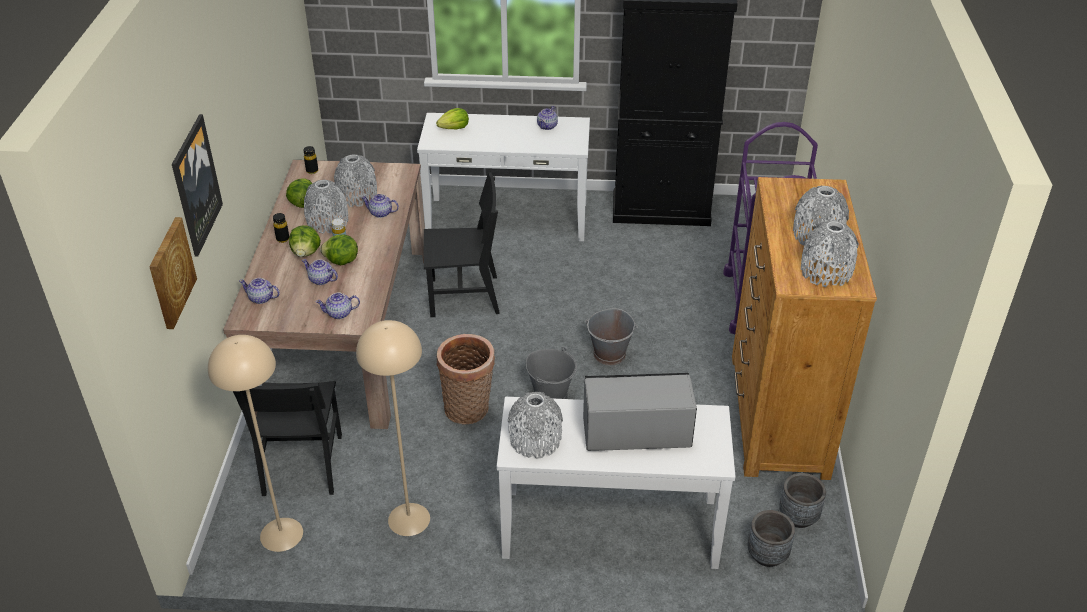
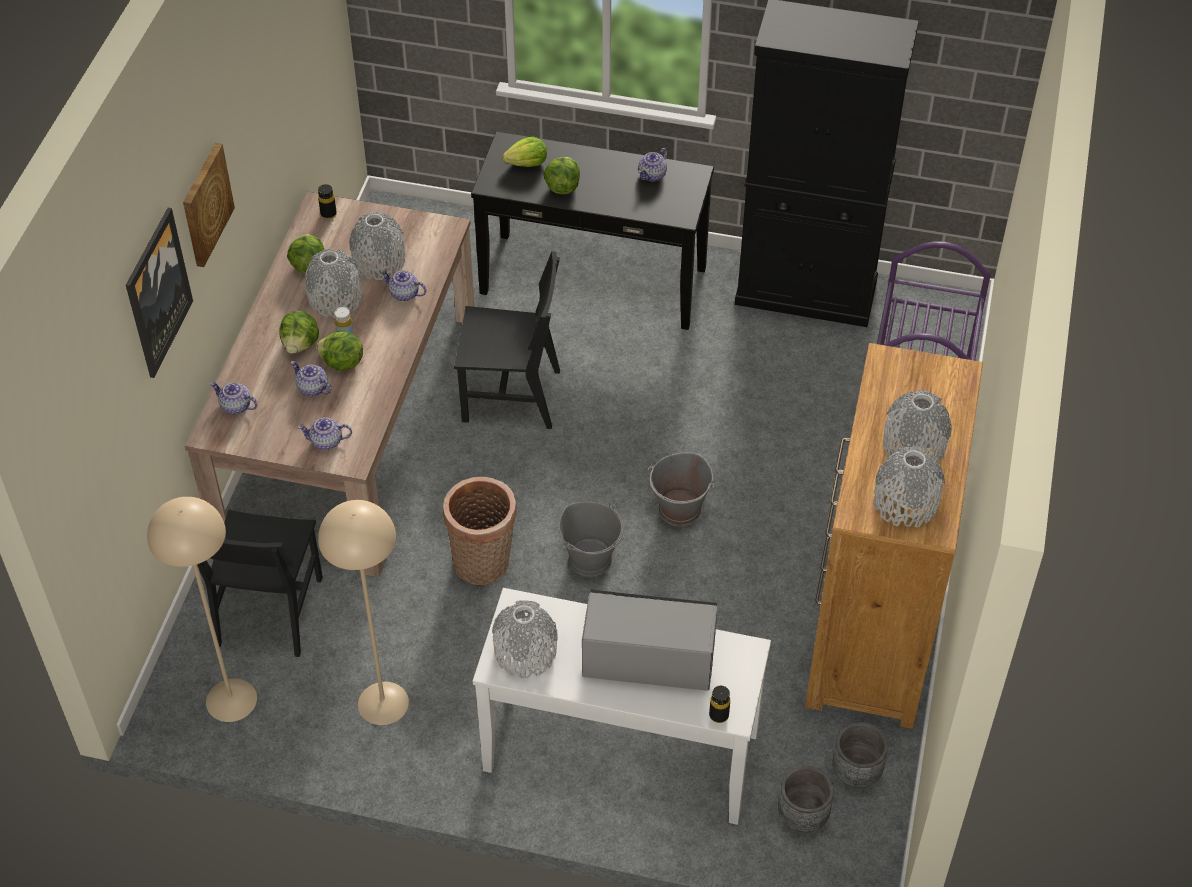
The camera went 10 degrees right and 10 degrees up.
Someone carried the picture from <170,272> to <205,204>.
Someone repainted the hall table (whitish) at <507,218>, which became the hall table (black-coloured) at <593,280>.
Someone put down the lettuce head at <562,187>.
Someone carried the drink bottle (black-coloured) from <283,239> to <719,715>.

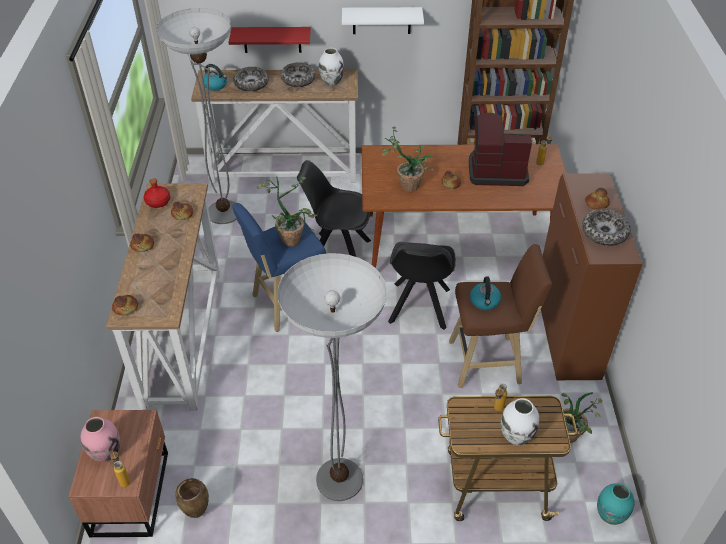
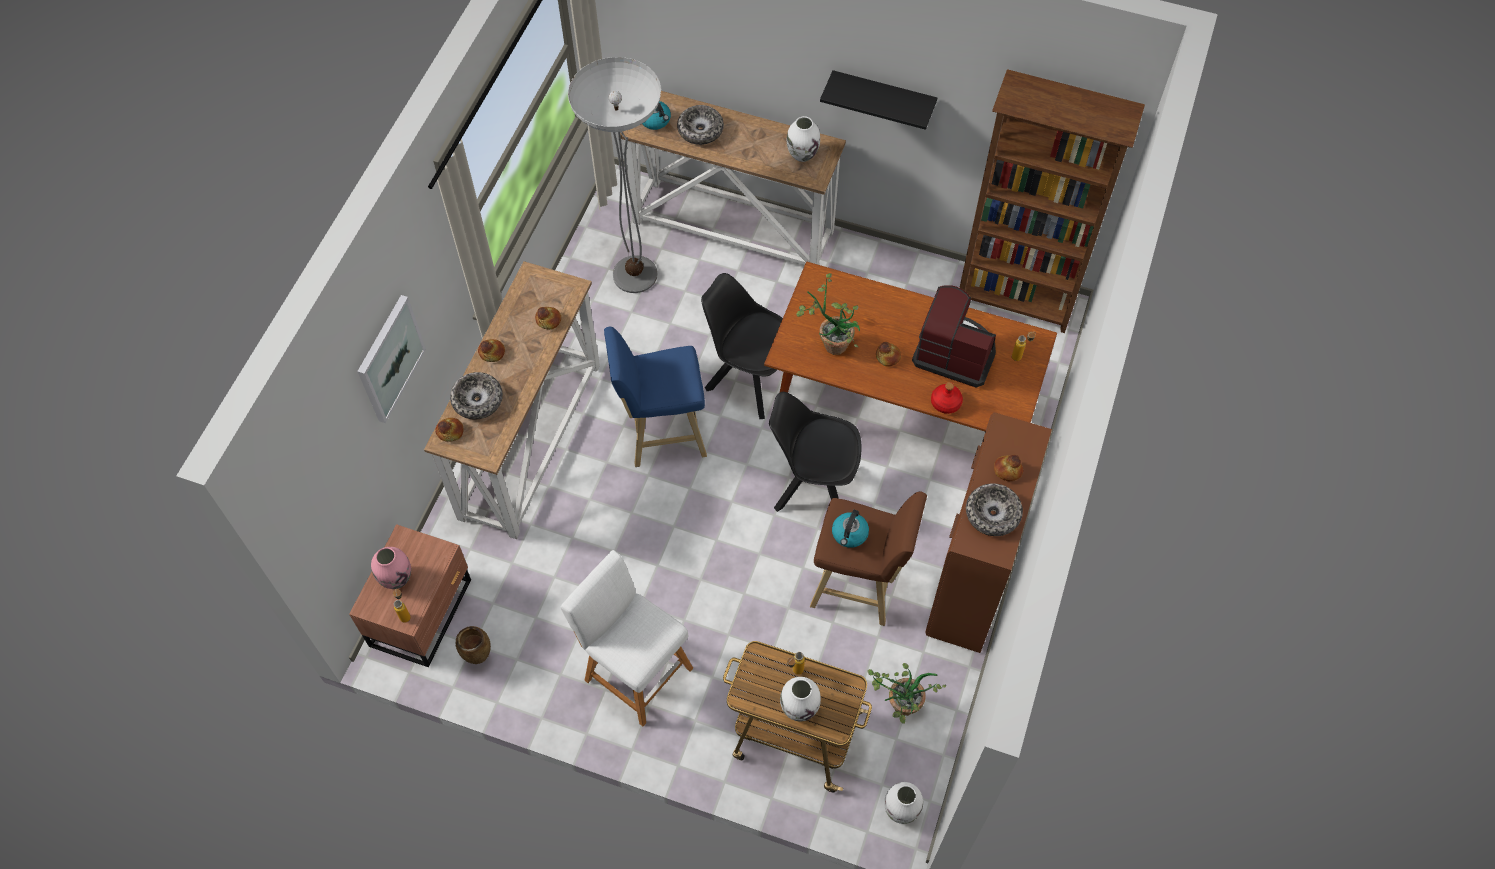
The camera went 20 degrees right and 15 degrees up.
Someone put up the picture at <389,358>.
Someone carried the deep dish from <298,79> to <477,400>.
Someone swapped the standing lamp at <339,479> for the stool seat (whitish) at <634,670>.
Someone rotated the chair (black-coloured) at <419,307> by 75 degrees clockwise.
Someone repainted the wall shelf (whitish) at <381,20>, which became the wall shelf (black-coloured) at <883,97>.
Someone repainted the decorative vase (turquoise) at <610,515>, which became the decorative vase (whitish) at <901,810>.
Someone carried the drink bottle (reddish) from <158,202> to <946,403>.
Someone took away the wall shelf (reddish) at <272,39>.
Someone took away the houseplant at <291,236>.

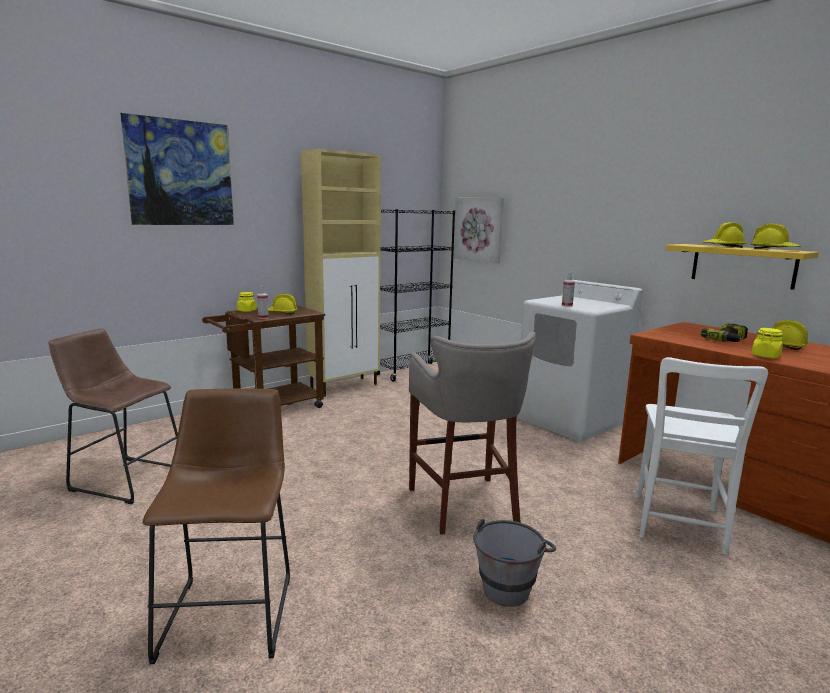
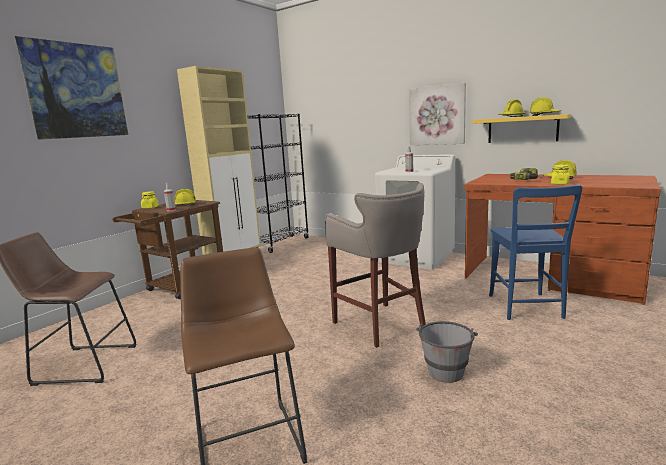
The camera went 15 degrees left and 0 degrees up.
Someone carried the picture from <479,229> to <437,115>.
Someone repainted the chair (whitish) at <678,526>, which became the chair (blue-coloured) at <526,308>.

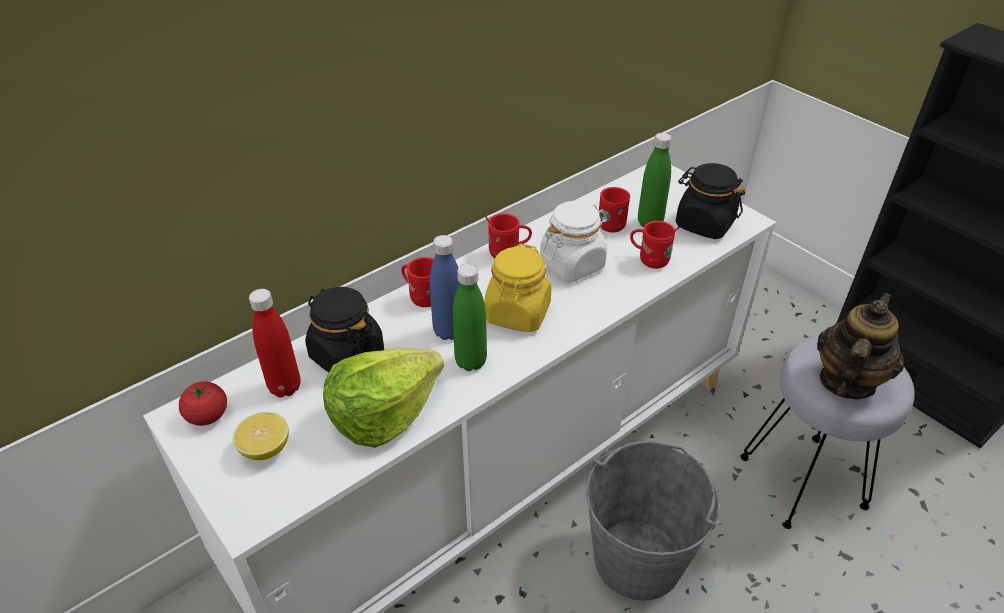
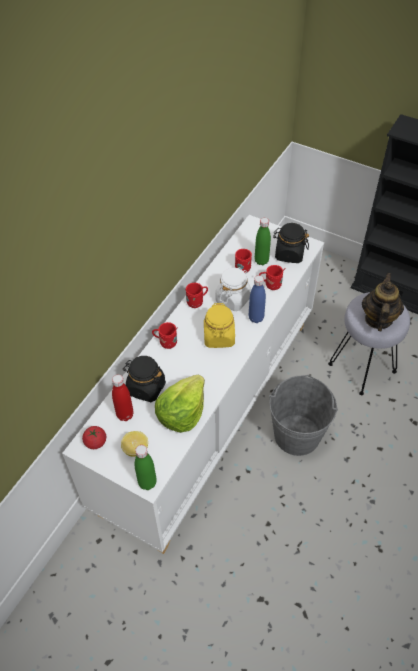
The camera went 20 degrees left and 10 degrees up.
Someone carried the drink bottle (green-coloured) from <471,361> to <147,483>.
Someone carried the drink bottle (blue-coloured) from <448,331> to <256,318>.

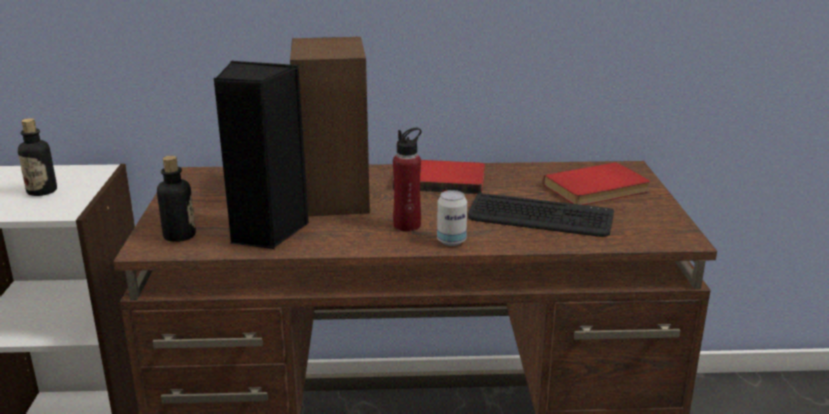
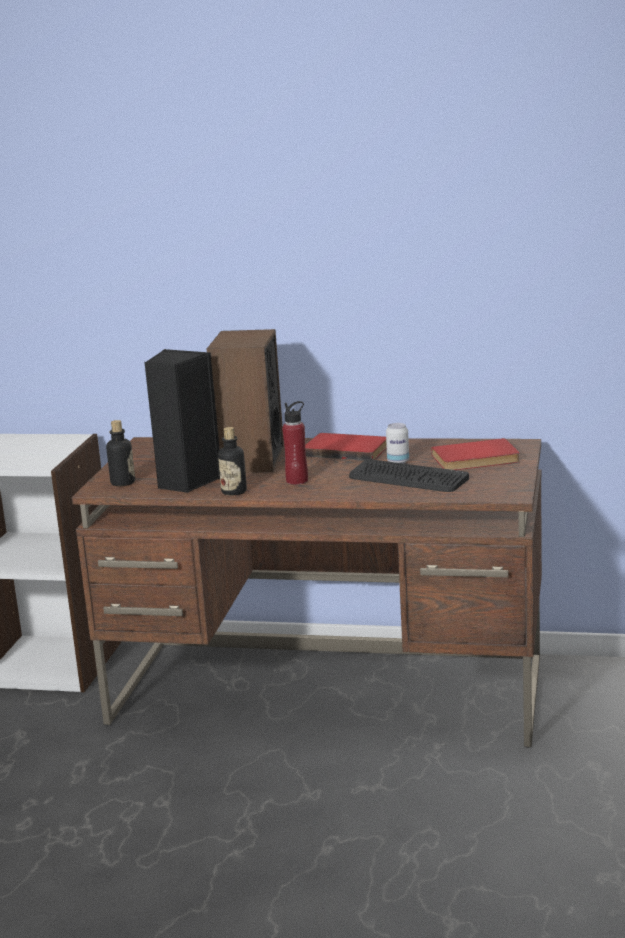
The camera went 15 degrees right and 5 degrees down.
Someone carried the drink bottle from <42,191> to <234,491>.
Someone carried the sealed can from <451,241> to <398,462>.

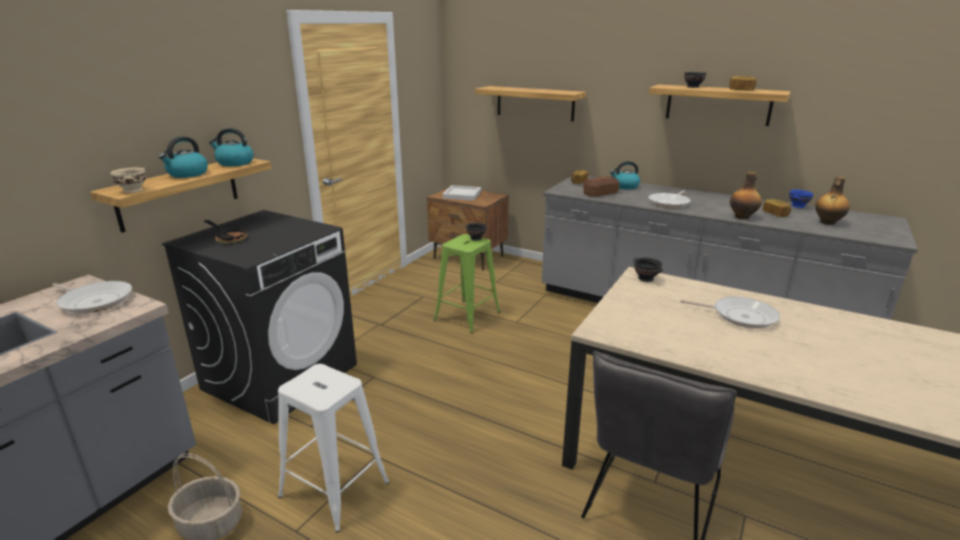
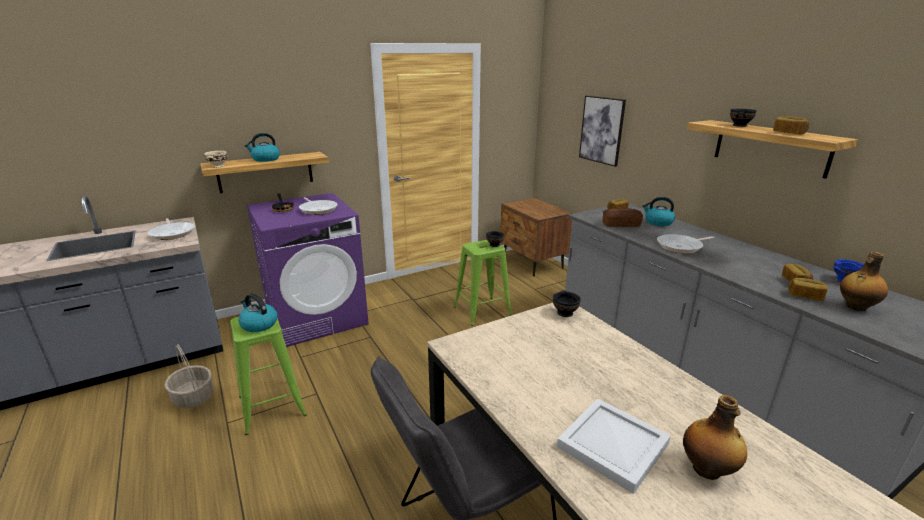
The camera went 30 degrees right and 0 degrees up.
Someone repainted the stool seat (whitish) at <335,490>, which became the stool seat (green-coloured) at <271,406>.
Someone carried the kettle from <234,163> to <258,324>.
Someone repainted the washing machine (black-coloured) at <281,376>, which became the washing machine (purple-coloured) at <317,317>.
Someone carried the frying pan from <740,316> to <318,209>.
Someone carried the serving tray (whitish) from <462,195> to <613,447>.
Someone swapped the wall shelf at <535,103> for the picture at <602,130>.
Someone carried the drink bottle from <742,217> to <707,470>.
Someone put down the baked bread at <805,296>.

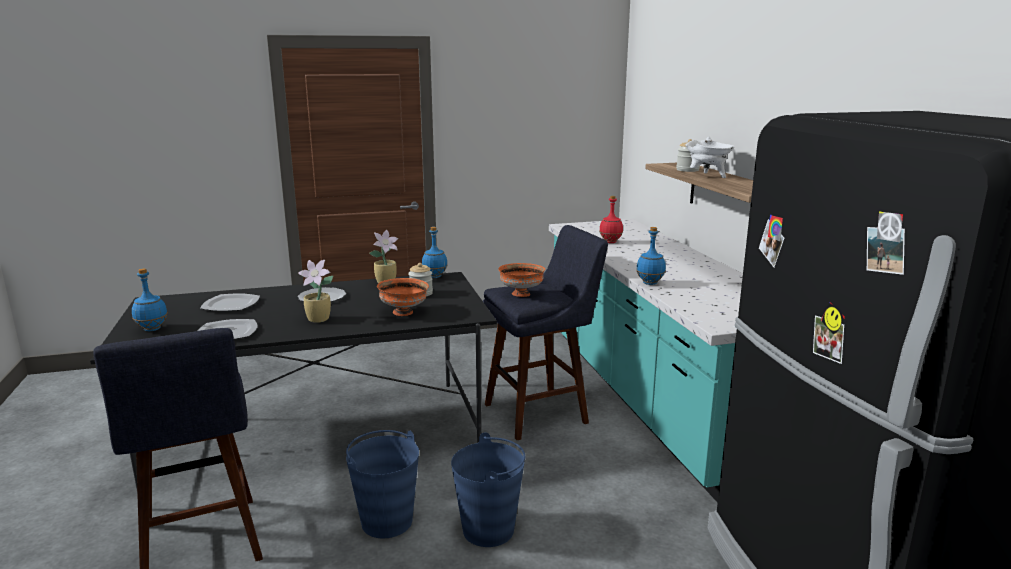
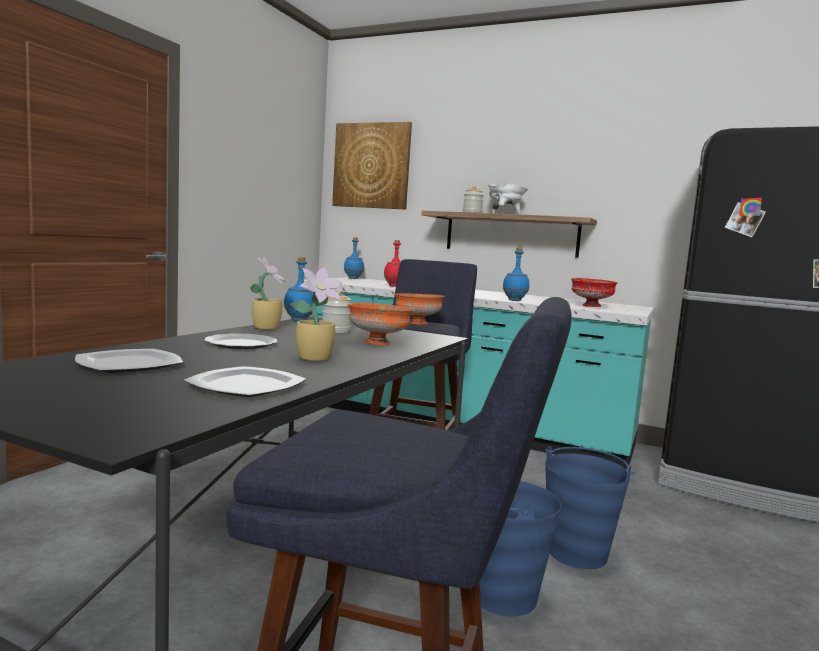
The camera went 50 degrees left and 10 degrees down.
Someone put up the picture at <372,166>.
Someone carried the drink bottle (blue-coloured) from <152,329> to <353,278>.
Someone put down the deep dish (reddish) at <591,306>.

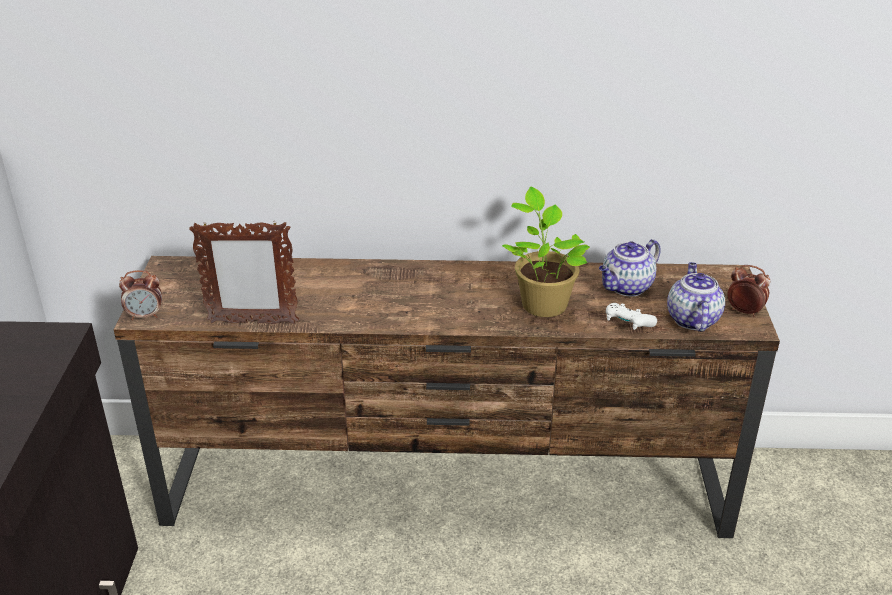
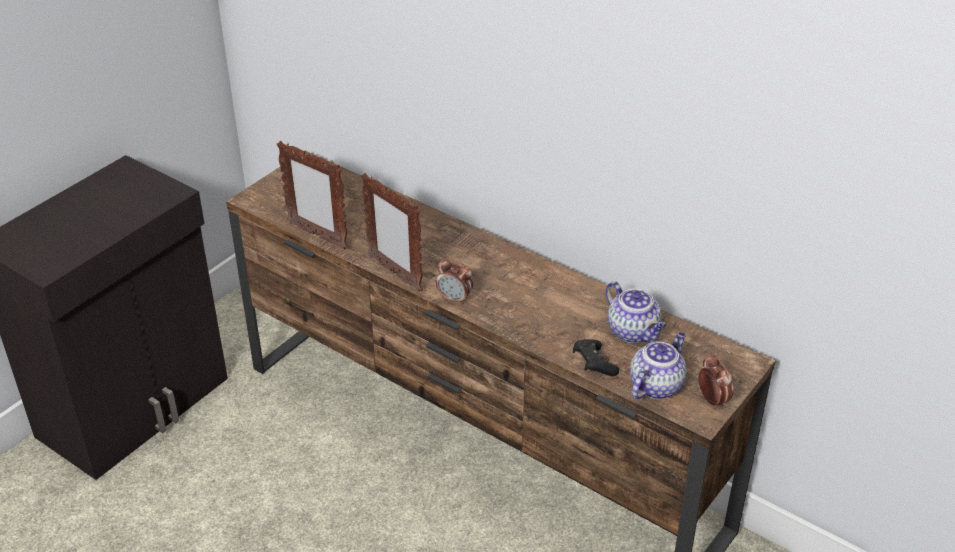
The camera went 35 degrees right and 5 degrees up.
Someone put down the photo frame at <395,273>.
Someone carried the table clock from <145,316> to <454,298>.
Someone repainted the joypad (whitish) at <627,325>, which became the joypad (black-coloured) at <593,364>.
Someone rotated the teapot at <626,287> by 120 degrees counterclockwise.
Someone took away the houseplant at <542,303>.

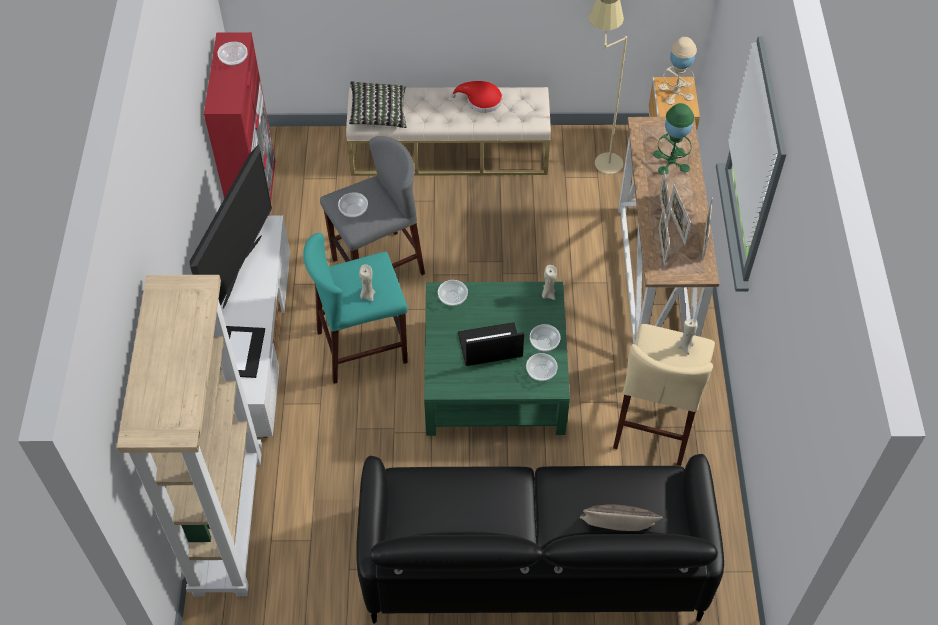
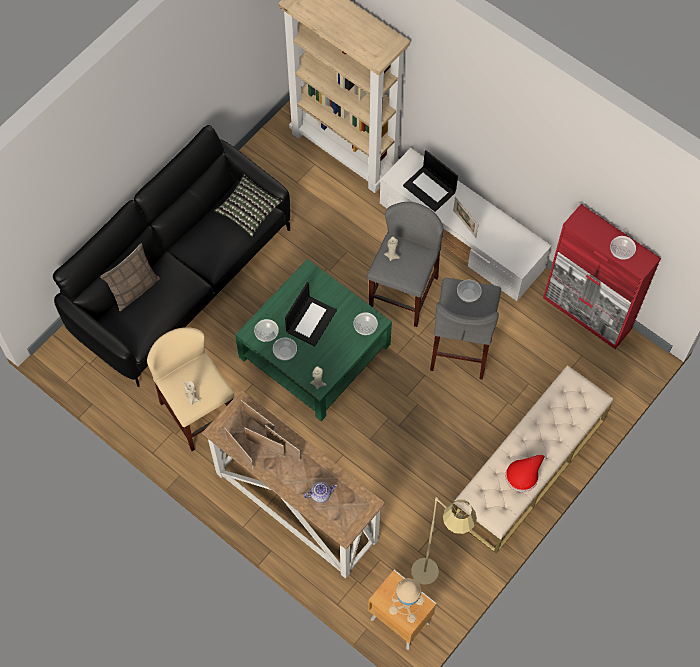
The camera went 130 degrees right and 10 degrees up.
Someone carried the cushion from <378,113> to <248,211>.
Someone swapped the table lamp (green-coloured) at <671,161> for the teapot at <320,494>.
Someone repainted the stool seat (turquoise) at <362,347>, which became the stool seat (greyish) at <403,293>.
Someone put down the photo frame at <464,224>.
Someone took away the TV at <241,271>.

